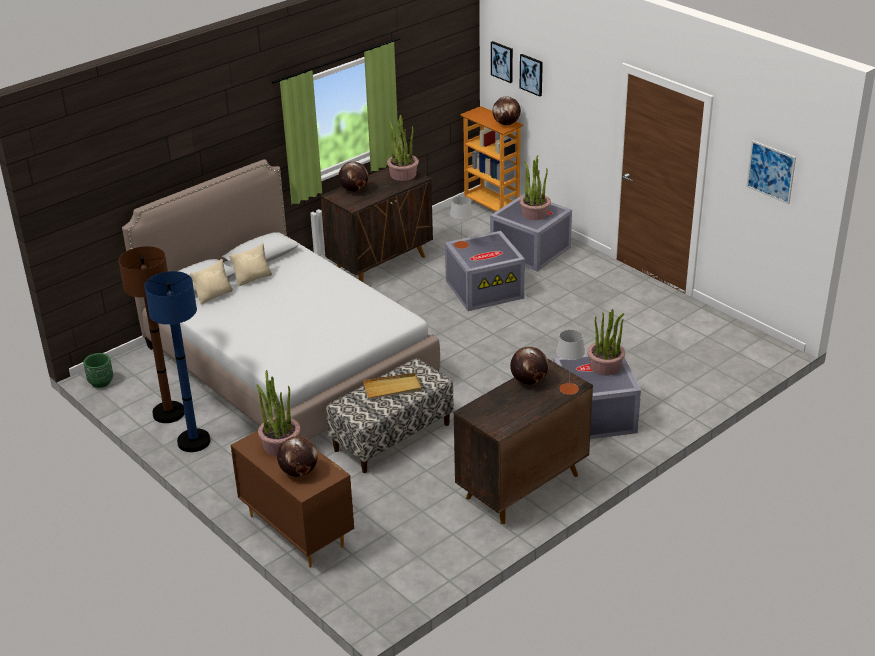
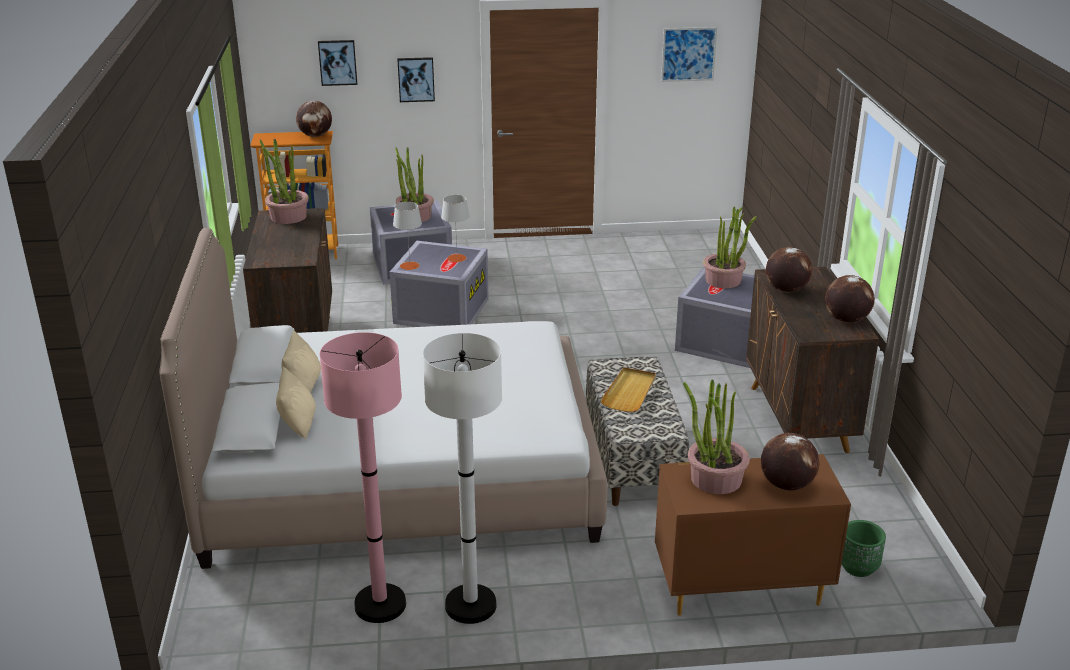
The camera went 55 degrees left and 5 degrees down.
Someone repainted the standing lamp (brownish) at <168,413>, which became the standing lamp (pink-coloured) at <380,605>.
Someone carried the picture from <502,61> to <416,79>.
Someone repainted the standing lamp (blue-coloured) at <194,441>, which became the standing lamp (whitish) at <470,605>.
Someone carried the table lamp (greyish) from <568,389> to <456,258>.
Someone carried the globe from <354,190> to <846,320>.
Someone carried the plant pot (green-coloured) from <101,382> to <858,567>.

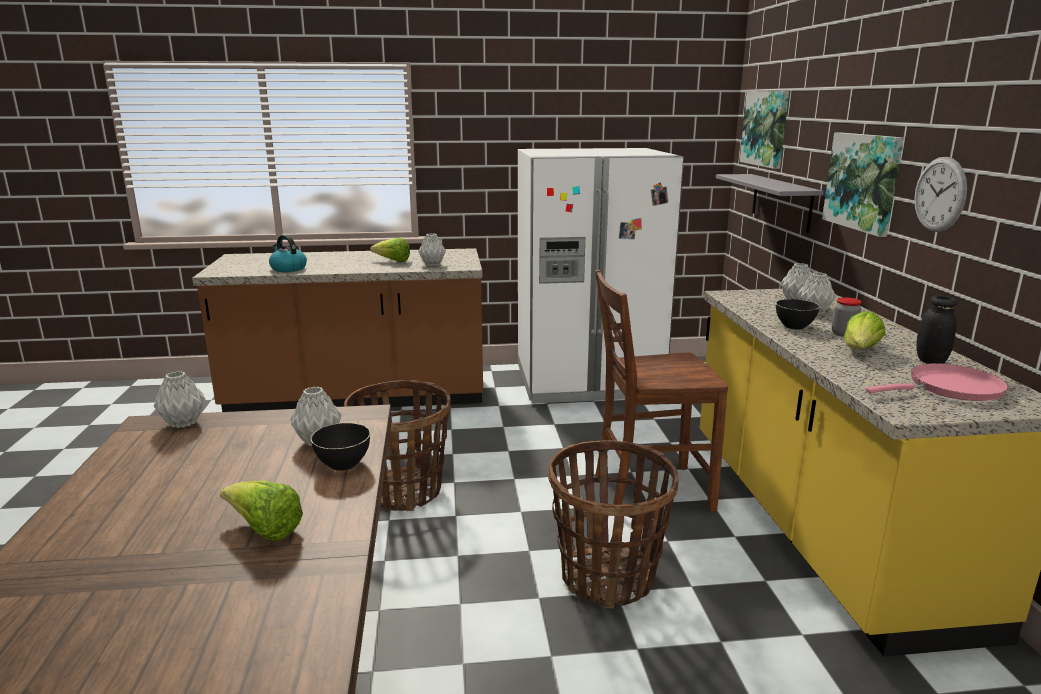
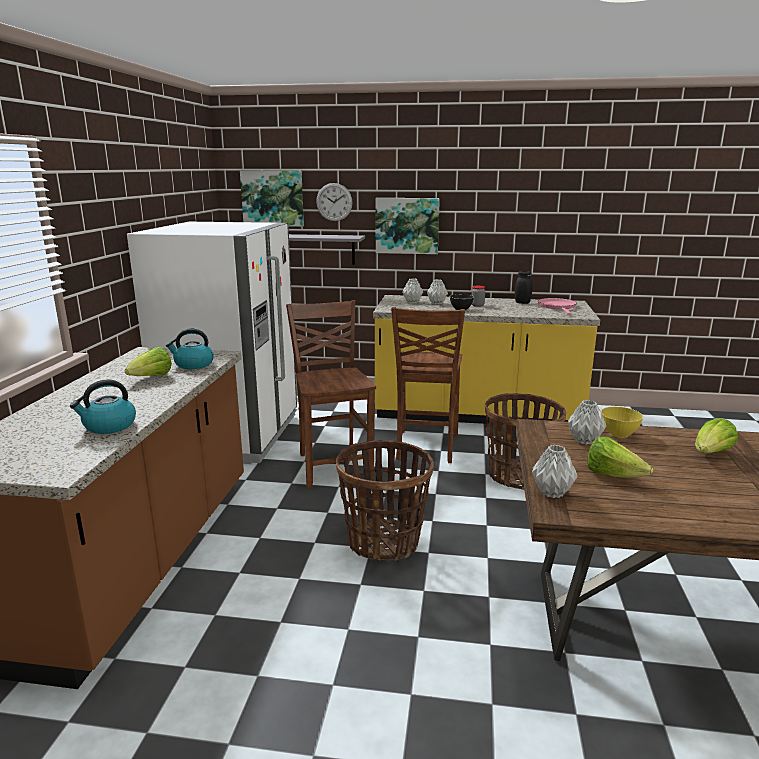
The camera went 75 degrees left and 0 degrees up.
Someone swapped the decorative vase (greyish) at <432,264> for the kettle at <193,364>.
Someone put down the chair (brownish) at <333,466>.
Someone carried the wall clock from <940,194> to <334,202>.
Someone carried the lettuce head from <860,351> to <612,475>.
Someone repainted the deep dish (black-coloured) at <343,464>, which became the deep dish (yellow-coloured) at <619,433>.

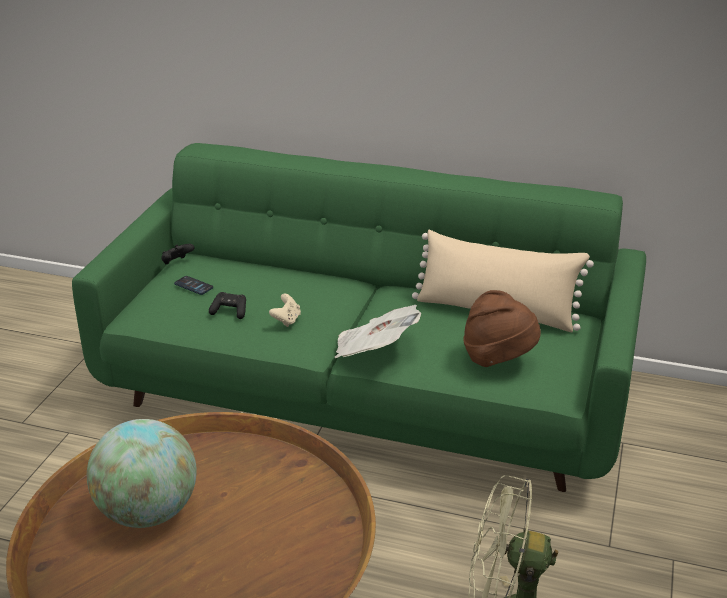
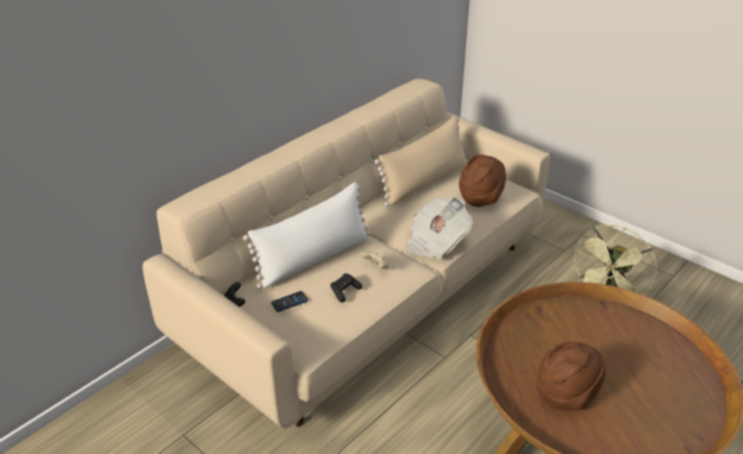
The camera went 65 degrees left and 5 degrees up.
Someone repainted the couch (green-coloured) at <365,393>, which became the couch (sand-coloured) at <371,294>.
Someone put down the cushion (whitish) at <313,258>.
Someone swapped the globe at <148,512> for the clothing hat (brownish) at <566,393>.

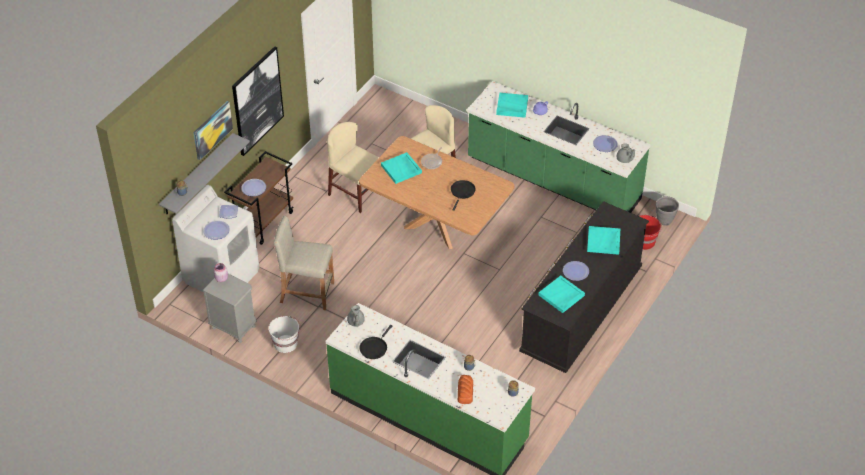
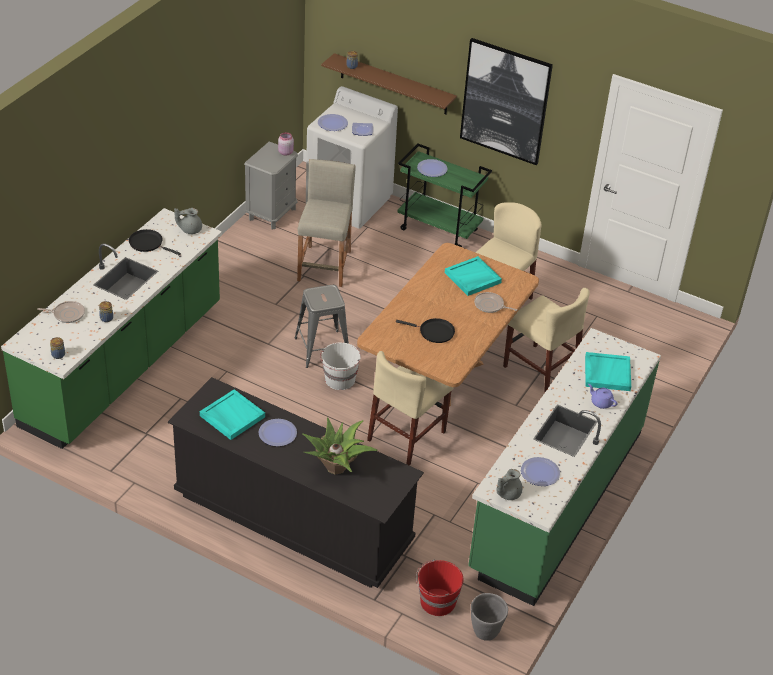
The camera went 85 degrees right and 5 degrees down.
Someone swapped the baked bread at <465,392> for the frying pan at <67,314>.
Someone put down the stool seat (greyish) at <322,349>.
Someone swapped the serving tray (turquoise) at <604,241> for the houseplant at <337,467>.
Someone carried the water bucket (whitish) from <286,344> to <340,380>.
Someone repainted the wall shelf (greyish) at <197,175>, which became the wall shelf (brownish) at <393,84>.
Someone put down the chair (sand-coloured) at <406,436>.
Someone repainted the wheeled cart (brownish) at <263,221>, which became the wheeled cart (green-coloured) at <439,230>.
Someone took away the picture at <212,130>.

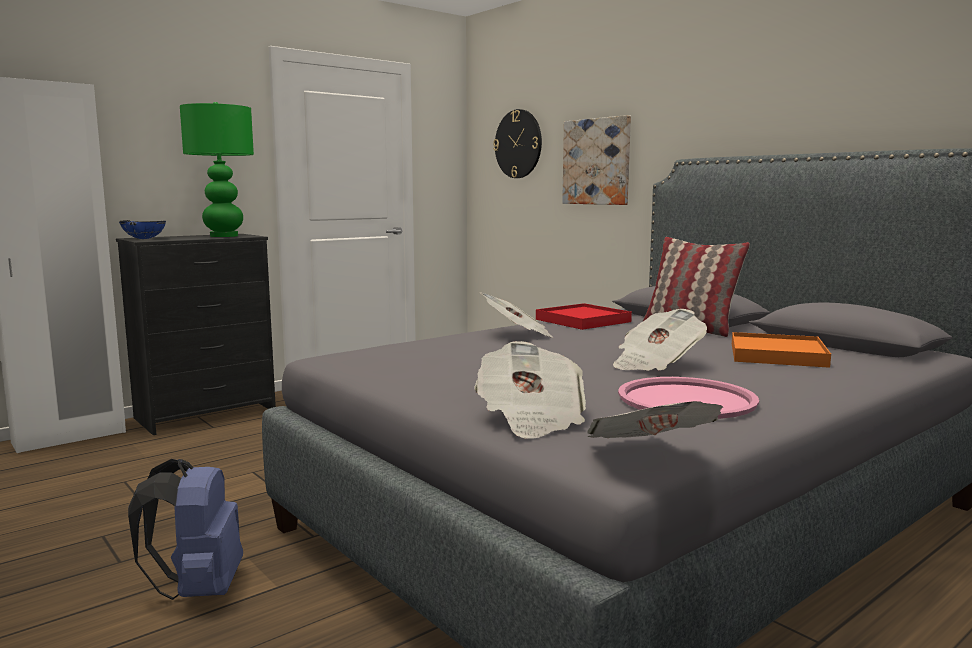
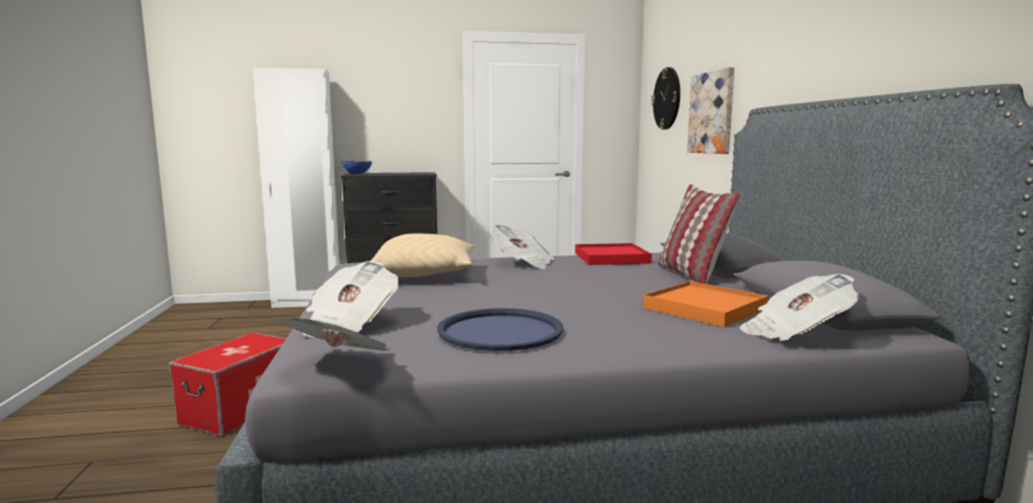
The camera went 30 degrees right and 0 degrees up.
Someone swapped the rucksack (blue-coloured) at <198,589> for the storage box at <240,409>.
Someone put down the cushion (sand-coloured) at <425,274>.
Someone repainted the serving tray (pink-coloured) at <686,400>, which became the serving tray (blue-coloured) at <500,331>.
Someone carried the printed paper from <655,364> to <794,333>.
Someone took away the table lamp (green-coloured) at <224,236>.

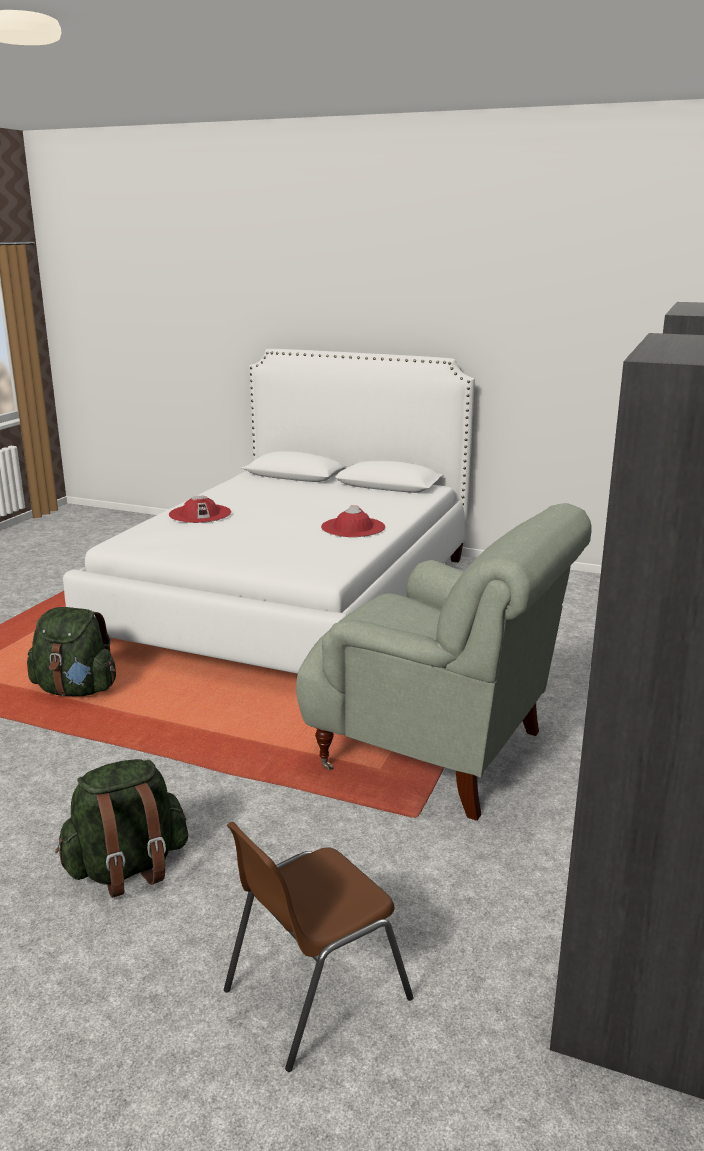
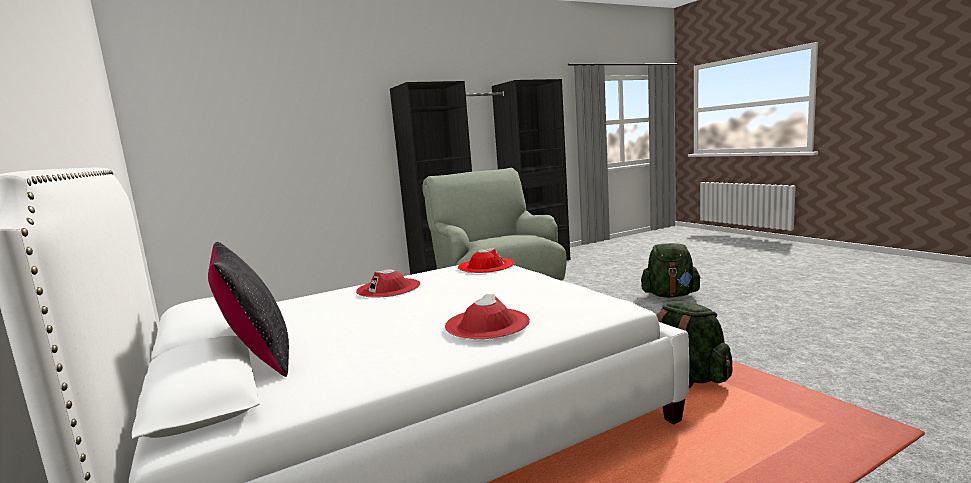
The camera went 140 degrees left and 10 degrees down.
Someone put down the cushion (black-coloured) at <258,358>.
Someone put down the clothing hat (reddish) at <486,265>.
Someone took away the chair (brownish) at <313,994>.

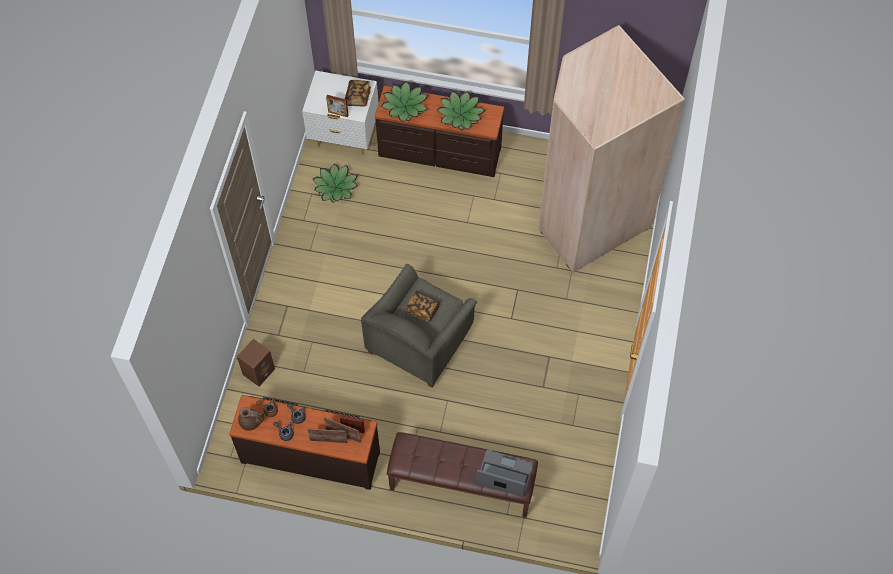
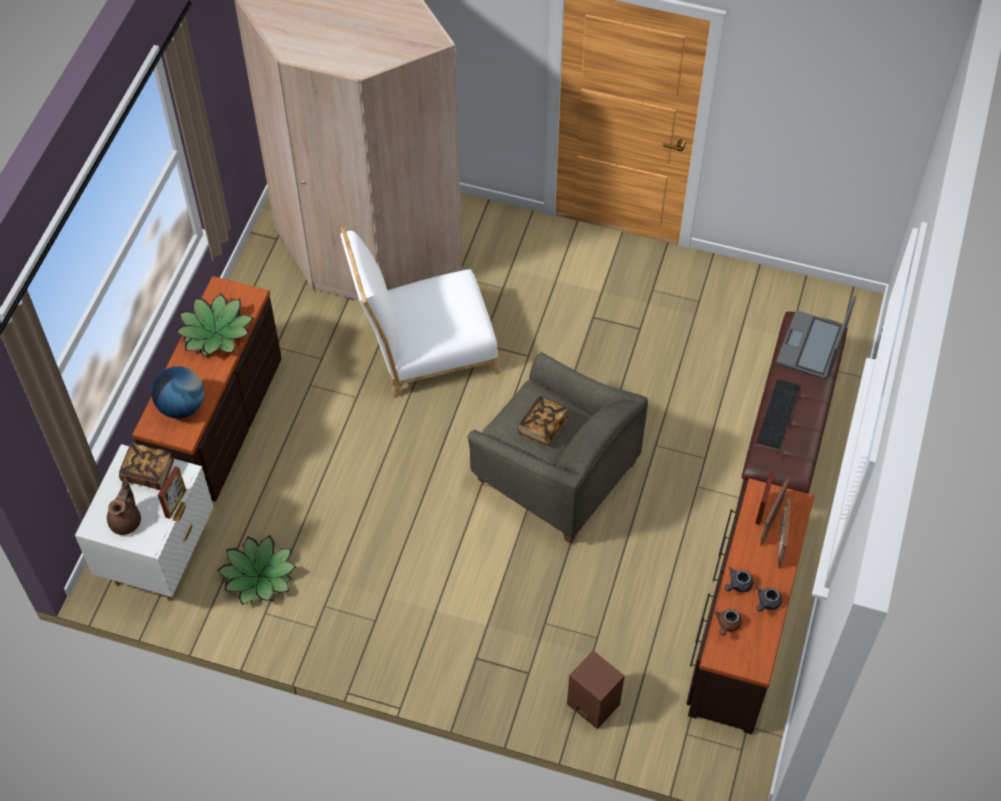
The camera went 85 degrees left and 5 degrees down.
Someone carried the teapot (brownish) from <251,422> to <126,520>.
Someone swapped the houseplant at <405,106> for the globe at <181,406>.
Someone put down the chair (whitish) at <424,350>.
Someone put down the PC keyboard at <779,415>.

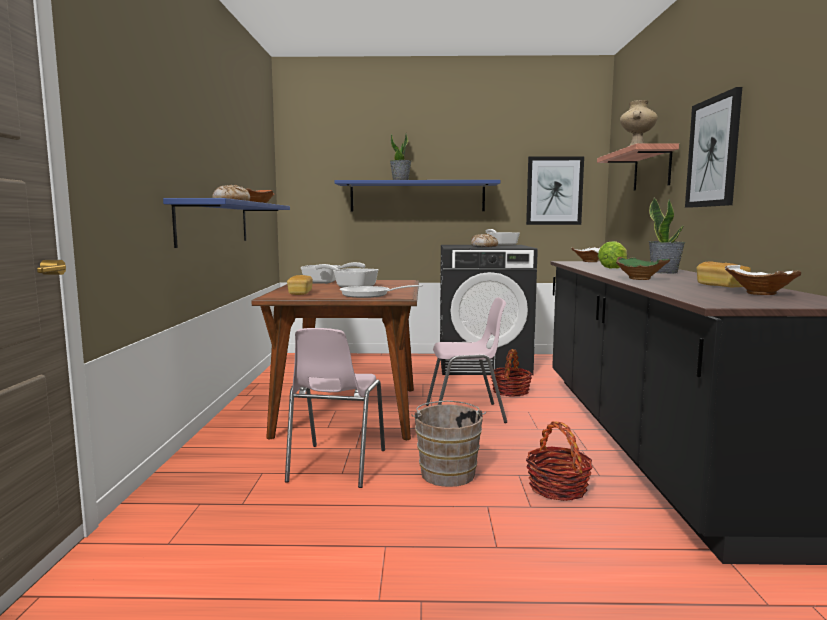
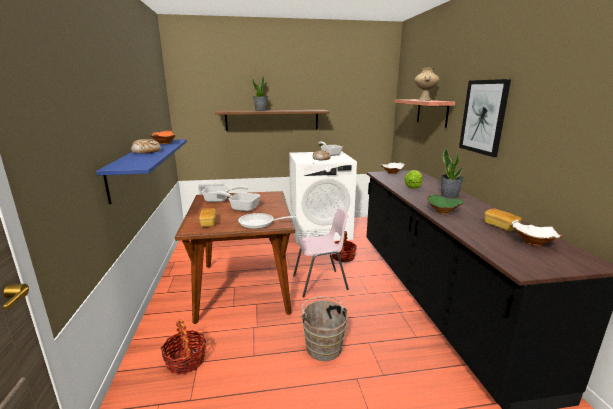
The camera went 10 degrees left and 10 degrees up.
Someone carried the household basket from <558,488> to <186,360>.
Someone repainted the wall shelf (blue-coloured) at <417,196>, which became the wall shelf (brownish) at <272,120>.
Someone repainted the washing machine (black-coloured) at <484,364>, which became the washing machine (whitish) at <320,230>.
Someone took away the chair (pink-coloured) at <335,466>.
Someone took away the picture at <554,191>.

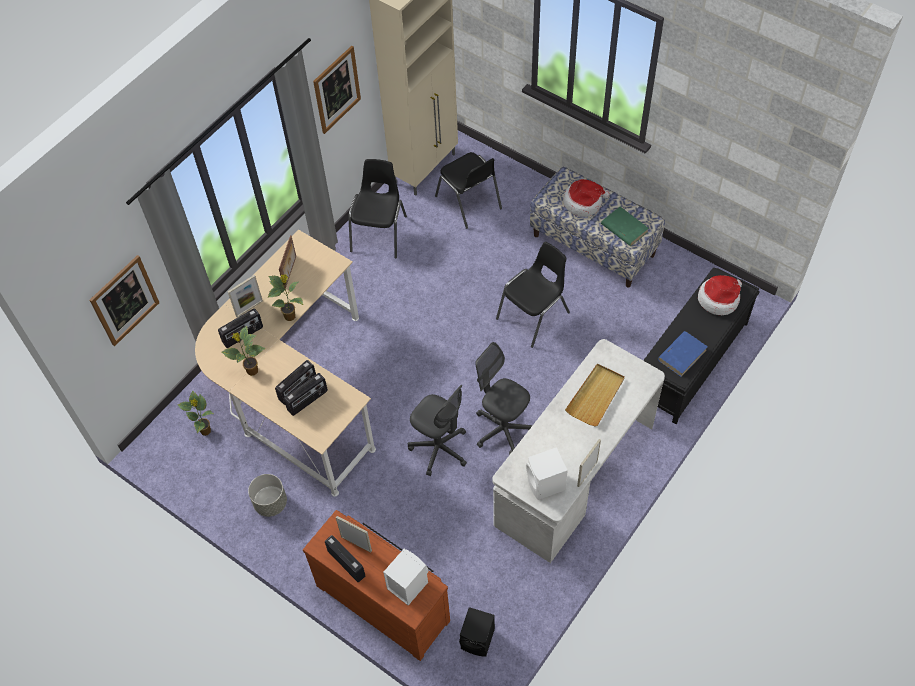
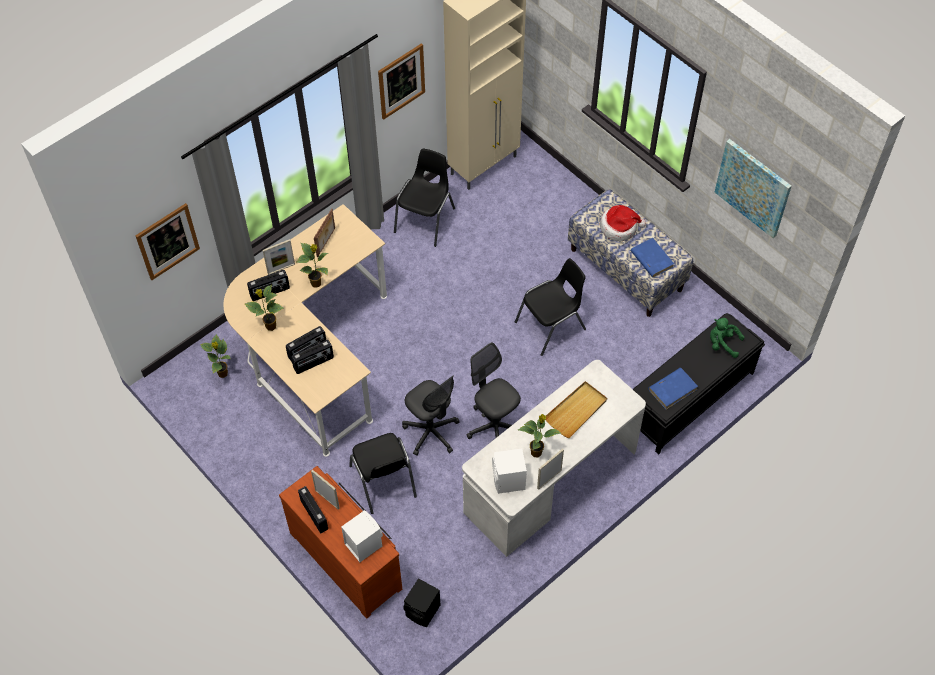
The camera went 10 degrees right and 0 degrees up.
Someone carried the chair (black-coloured) from <469,203> to <383,482>.
Someone put down the houseplant at <537,452>.
Someone repainted the bound book (green-coloured) at <624,228>, which became the bound book (blue-coloured) at <651,259>.
Someone swapped the clothing hat at <719,299> for the cuddly toy (green-coloured) at <722,344>.
Someone put up the picture at <753,187>.
Someone took away the plant pot (greyish) at <270,503>.

